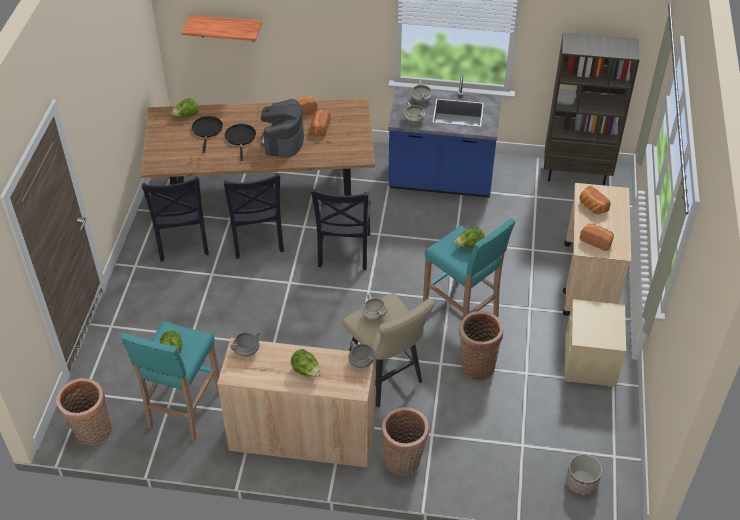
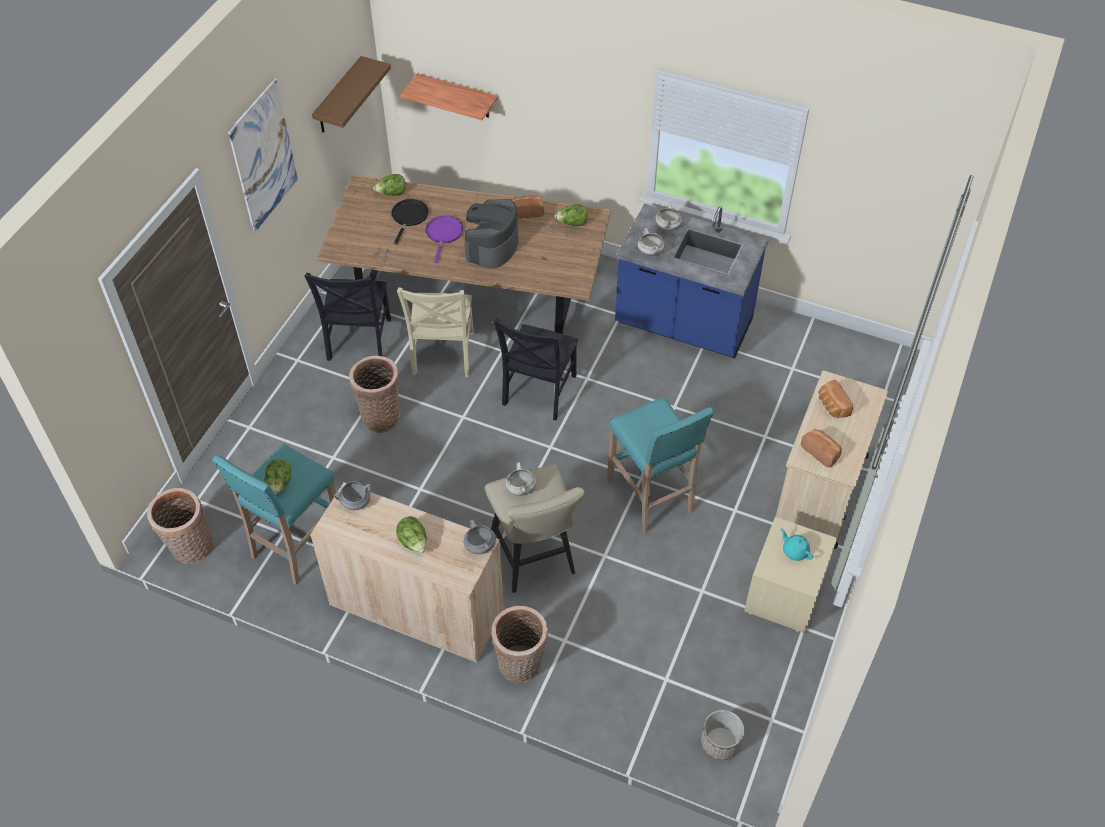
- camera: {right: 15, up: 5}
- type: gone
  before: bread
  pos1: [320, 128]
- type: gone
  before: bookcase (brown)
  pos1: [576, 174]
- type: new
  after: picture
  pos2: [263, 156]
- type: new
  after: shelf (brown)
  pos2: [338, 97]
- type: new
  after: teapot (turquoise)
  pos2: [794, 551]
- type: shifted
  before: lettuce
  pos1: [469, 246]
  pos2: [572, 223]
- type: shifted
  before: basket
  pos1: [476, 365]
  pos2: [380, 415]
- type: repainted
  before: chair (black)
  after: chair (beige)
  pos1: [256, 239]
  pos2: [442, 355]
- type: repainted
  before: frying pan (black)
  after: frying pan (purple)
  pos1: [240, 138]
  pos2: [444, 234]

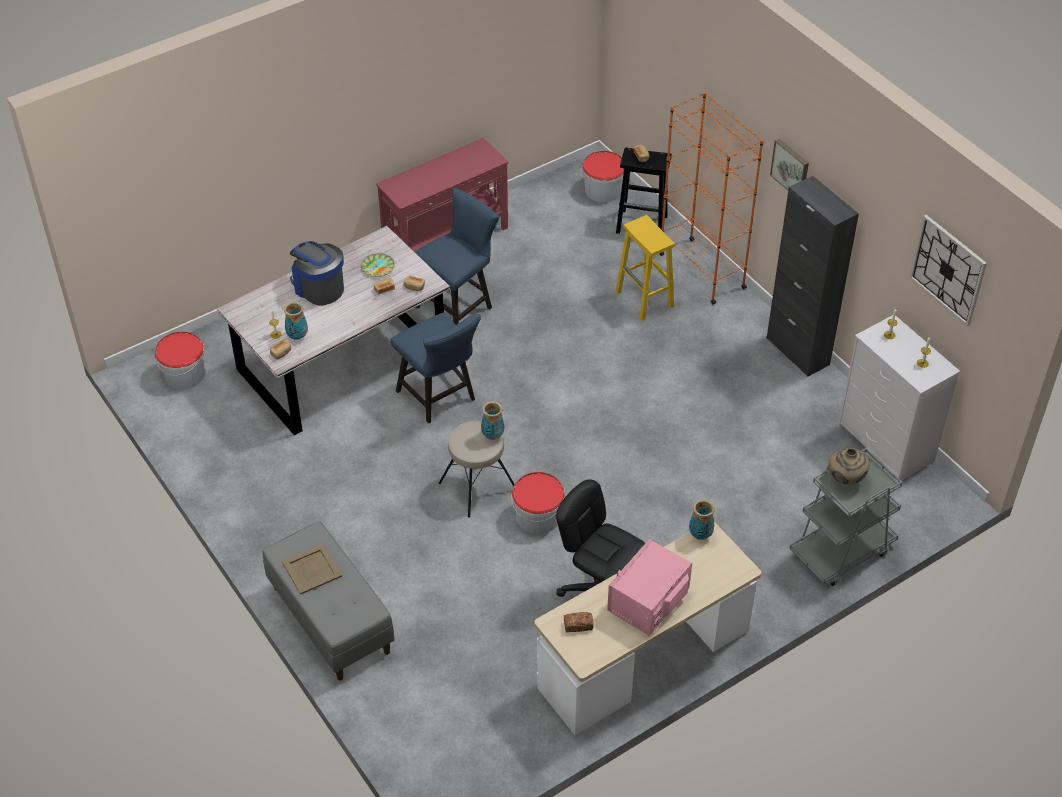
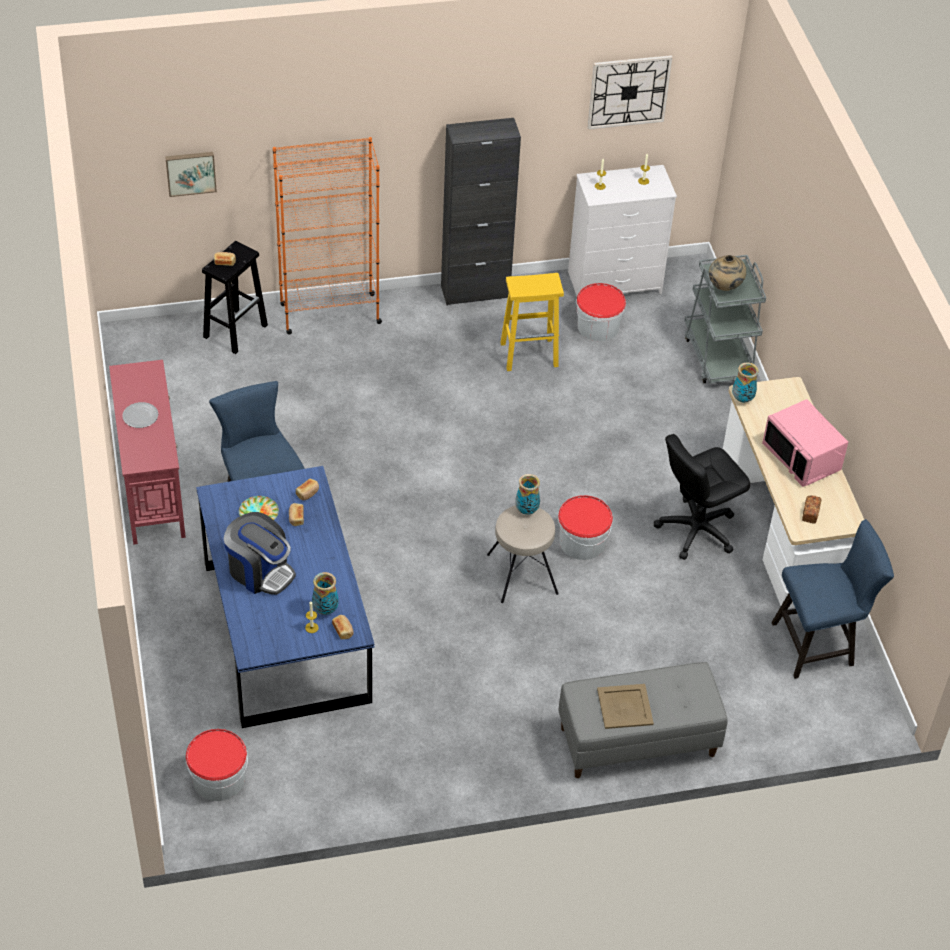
- camera: {right: -70, up: 0}
- type: new
  after: plate
  pos2: [140, 416]
- type: shifted
  before: chair (blue)
  pos1: [439, 398]
  pos2: [819, 644]
- type: shifted
  before: bucket
  pos1: [603, 190]
  pos2: [598, 326]
- type: shifted
  before: stool (yellow)
  pos1: [645, 300]
  pos2: [530, 354]
- type: shifted
  before: picture
  pos1: [791, 168]
  pos2: [190, 172]
- type: repainted
  before: dining table (grey)
  after: dining table (blue)
  pos1: [342, 362]
  pos2: [287, 630]
- type: rotated
  before: coffee machine
  pos1: [318, 288]
  pos2: [260, 571]
  turn: -120

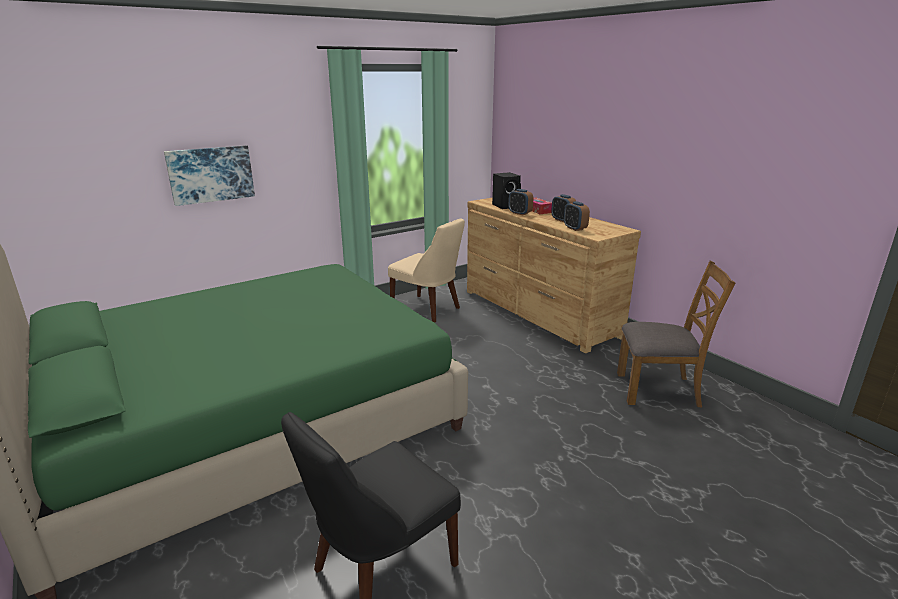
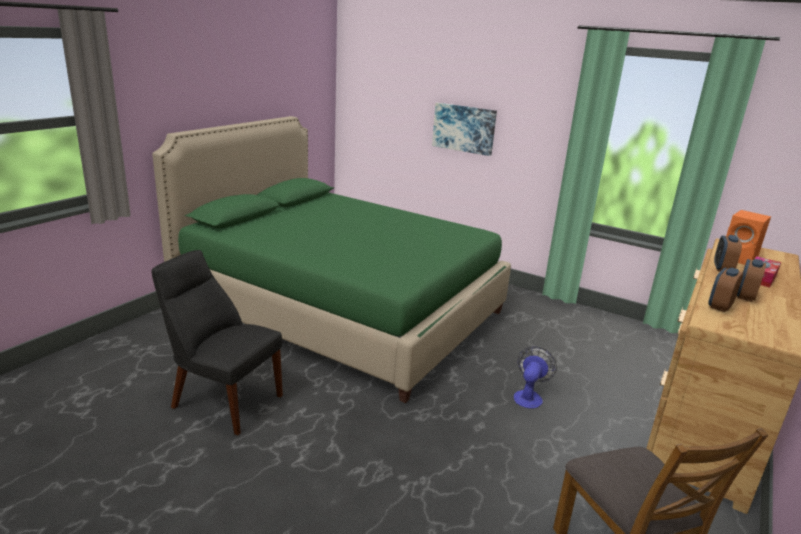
- camera: {right: 65, up: 0}
- type: gone
  before: chair (beige)
  pos1: [428, 309]
- type: new
  after: fan
  pos2: [529, 396]
- type: repainted
  before: speaker (black)
  after: speaker (orange)
  pos1: [506, 206]
  pos2: [740, 259]

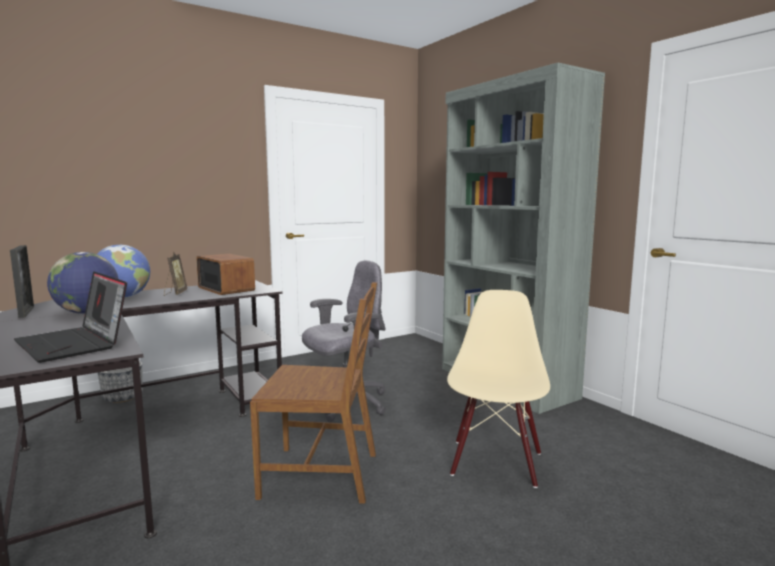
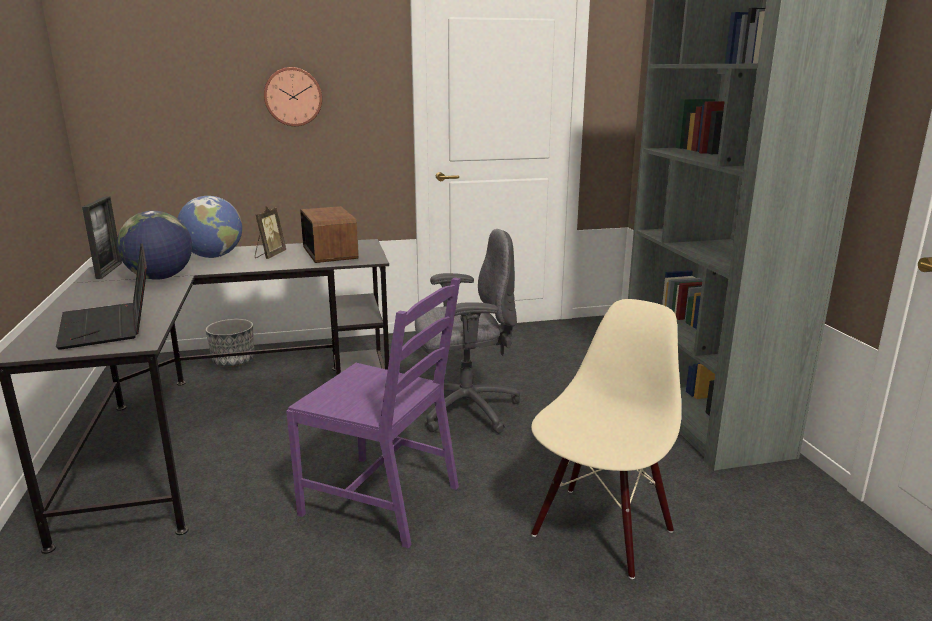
- camera: {right: 20, up: 10}
- type: new
  after: wall clock
  pos2: [293, 96]
- type: repainted
  before: chair (brown)
  after: chair (purple)
  pos1: [321, 474]
  pos2: [383, 499]

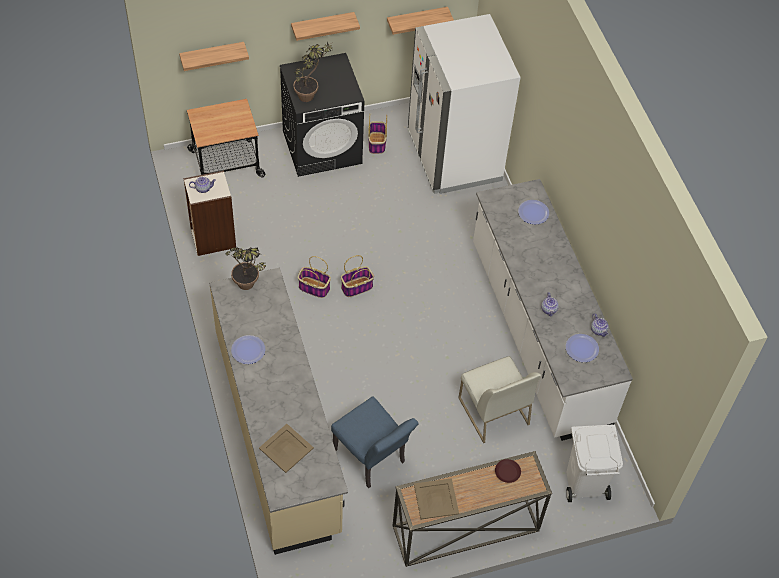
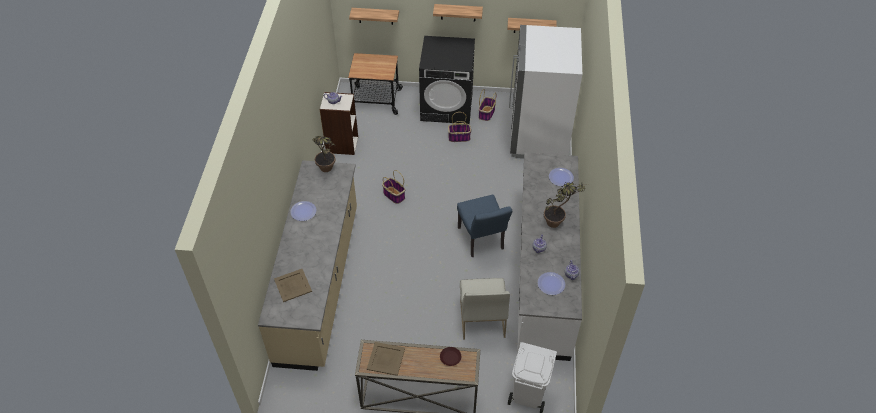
- camera: {right: 25, up: -5}
- type: shifted
  before: potted plant
  pos1: [311, 94]
  pos2: [558, 222]
- type: shifted
  before: chair (blue)
  pos1: [372, 459]
  pos2: [482, 241]
- type: shifted
  before: basket
  pos1: [357, 287]
  pos2: [459, 137]

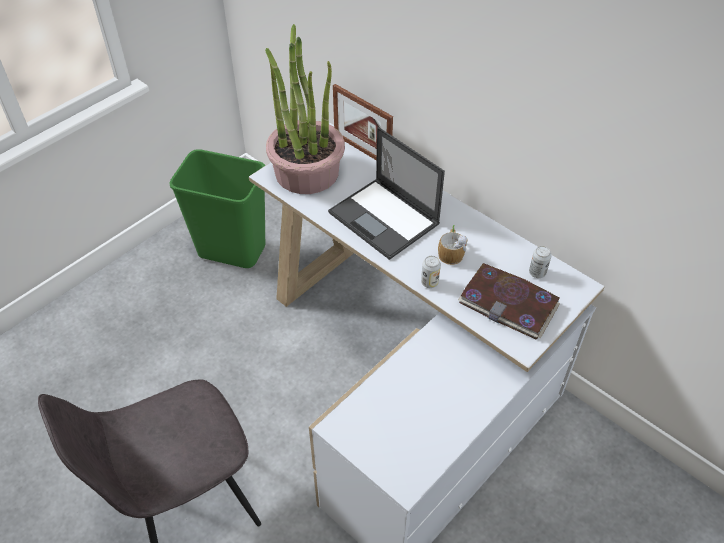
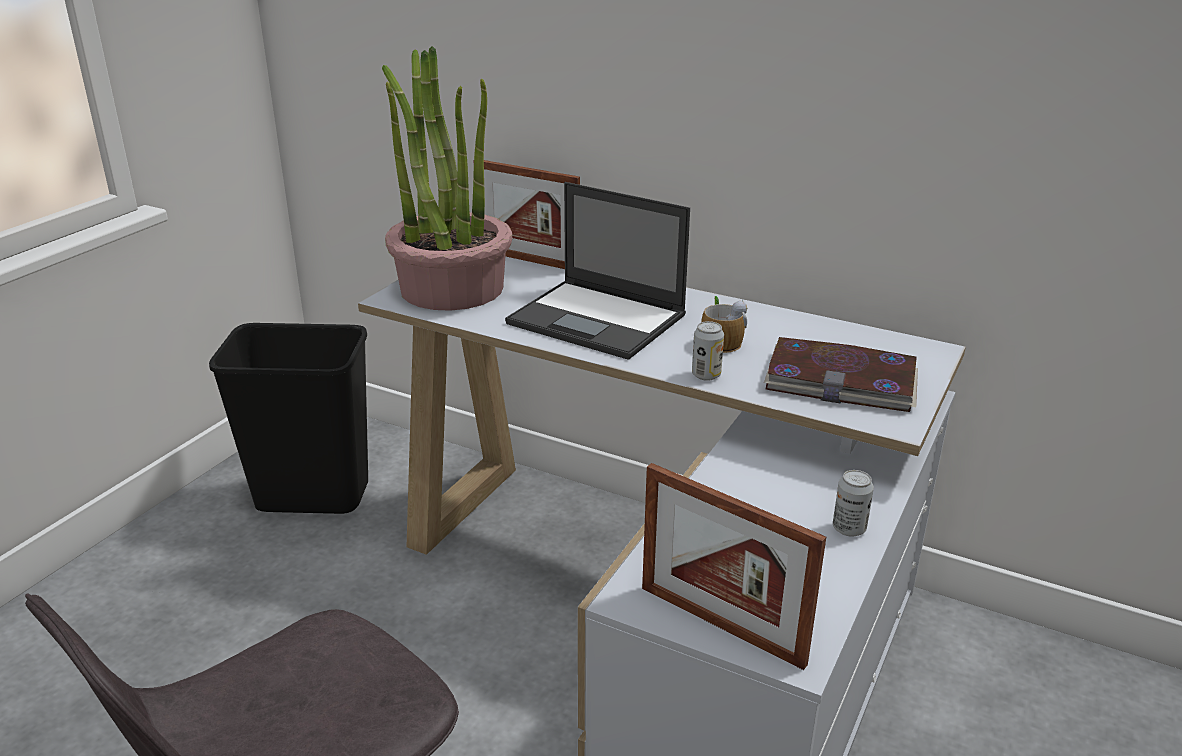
- camera: {right: -15, up: -20}
- type: new
  after: picture frame
  pos2: [721, 625]
- type: shifted
  before: can
  pos1: [537, 273]
  pos2: [849, 528]
- type: repainted
  before: trash can (green)
  after: trash can (black)
  pos1: [233, 250]
  pos2: [315, 495]

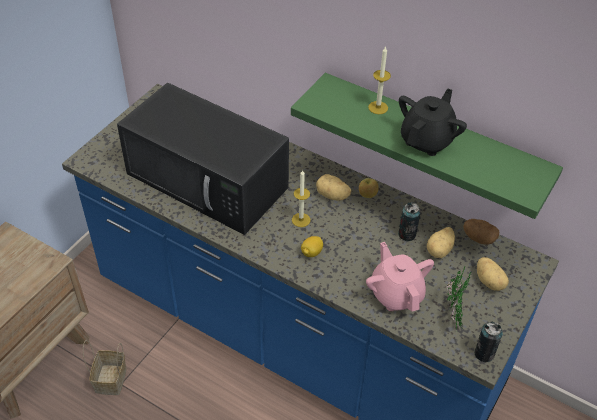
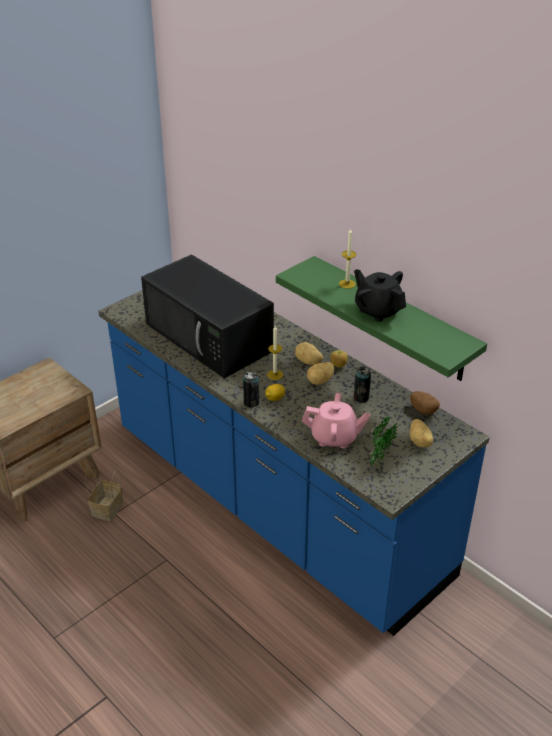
- camera: {right: 15, up: -10}
- type: shifted
  before: potato
  pos1: [440, 250]
  pos2: [320, 381]
- type: shifted
  before: can
  pos1: [484, 353]
  pos2: [251, 403]
- type: rotated
  before: teapot (pink)
  pos1: [396, 294]
  pos2: [334, 437]
  turn: 105
- type: rotated
  before: teapot (black)
  pos1: [427, 140]
  pos2: [378, 310]
  turn: -90

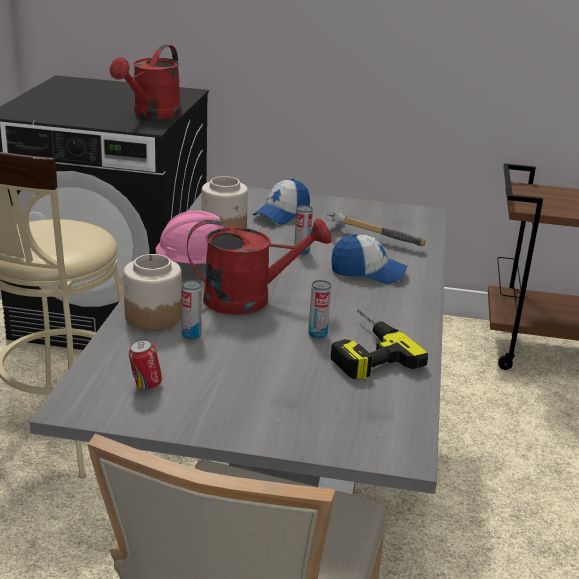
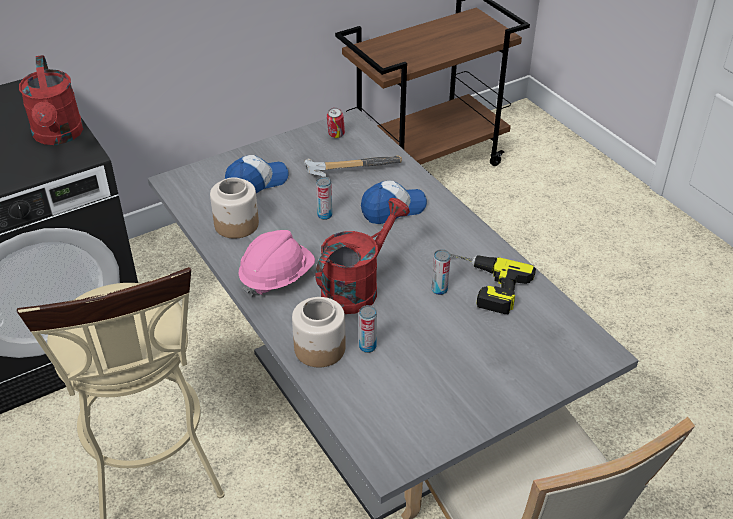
- camera: {right: -40, up: 15}
- type: shifted
  before: can
  pos1: [146, 386]
  pos2: [336, 136]
- type: rotated
  before: cap
  pos1: [282, 214]
  pos2: [256, 182]
  turn: -120

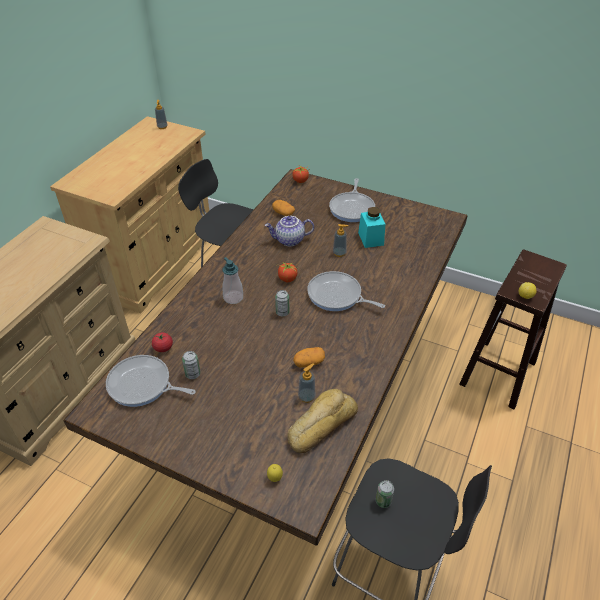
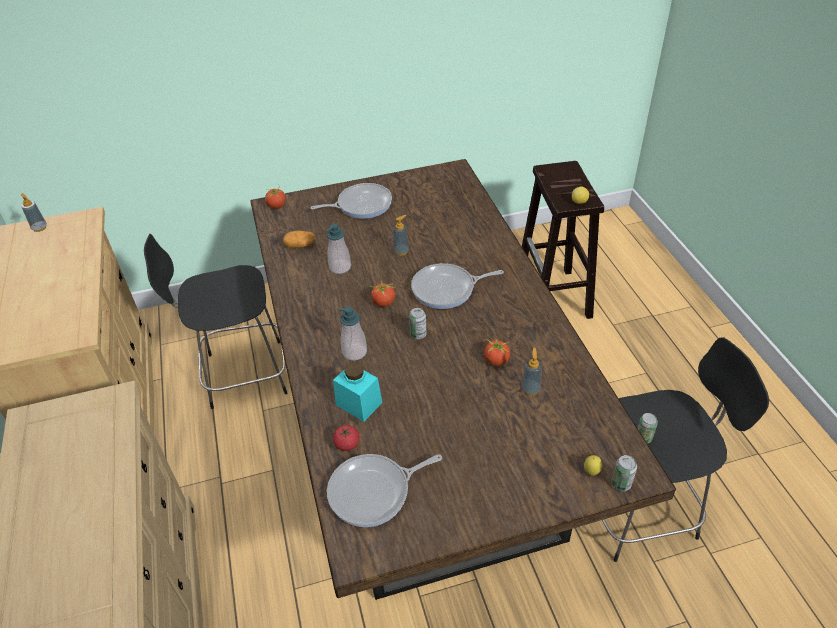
- camera: {right: -40, up: 0}
- type: gone
  before: bread
  pos1: [320, 424]
- type: shifted
  before: can
  pos1: [193, 374]
  pos2: [621, 484]
- type: shifted
  before: jar (turquoise)
  pos1: [370, 239]
  pos2: [359, 403]
- type: swapped
  before: teapot
  after: soap dispenser
  pos1: [289, 240]
  pos2: [340, 267]
- type: swapped
  before: potato
  after: tomato
  pos1: [309, 362]
  pos2: [496, 360]
- type: rotated
  before: frying pan
  pos1: [352, 208]
  pos2: [361, 205]
  turn: -75

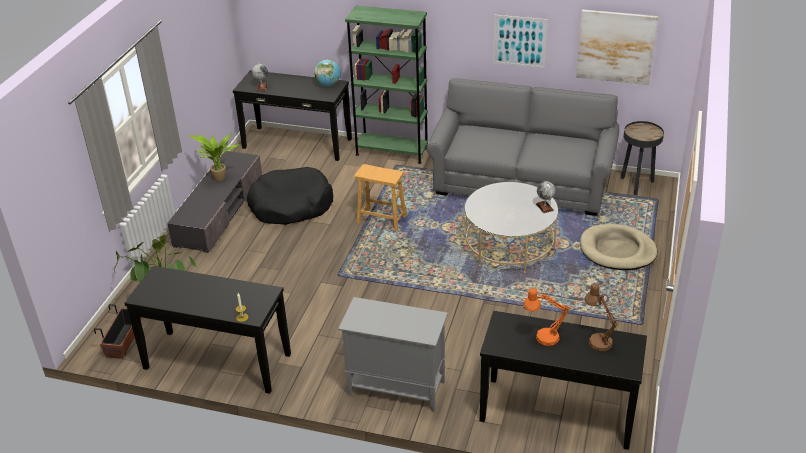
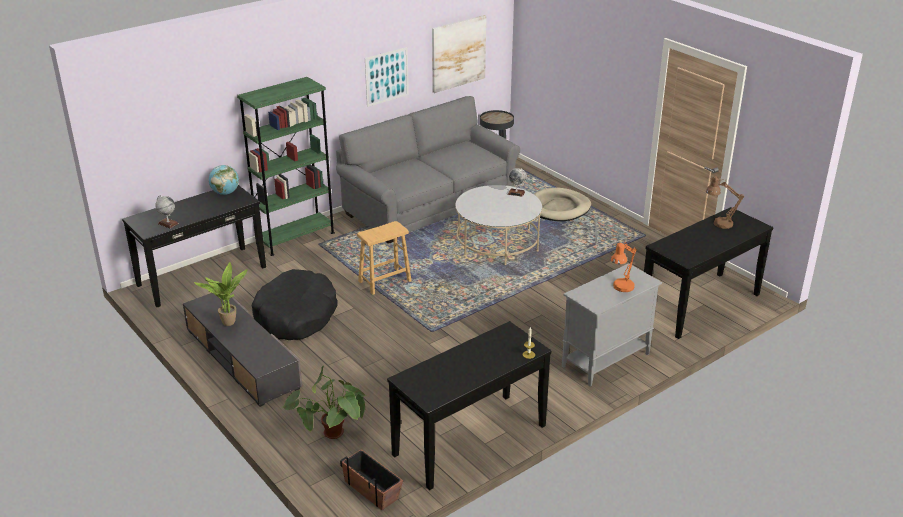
- camera: {right: -55, up: -5}
- type: shifted
  before: table lamp (orange)
  pos1: [542, 338]
  pos2: [621, 288]

